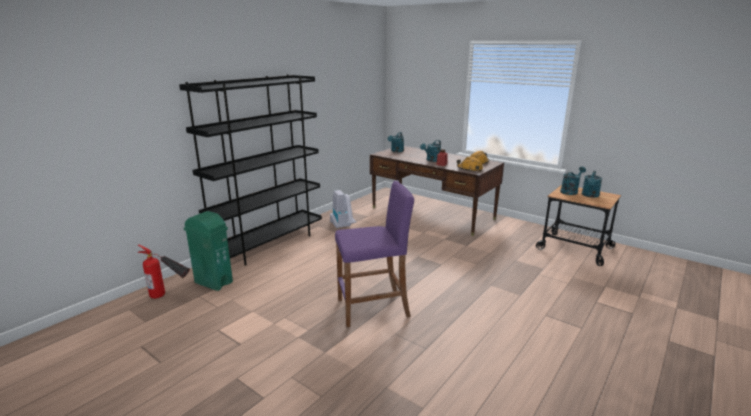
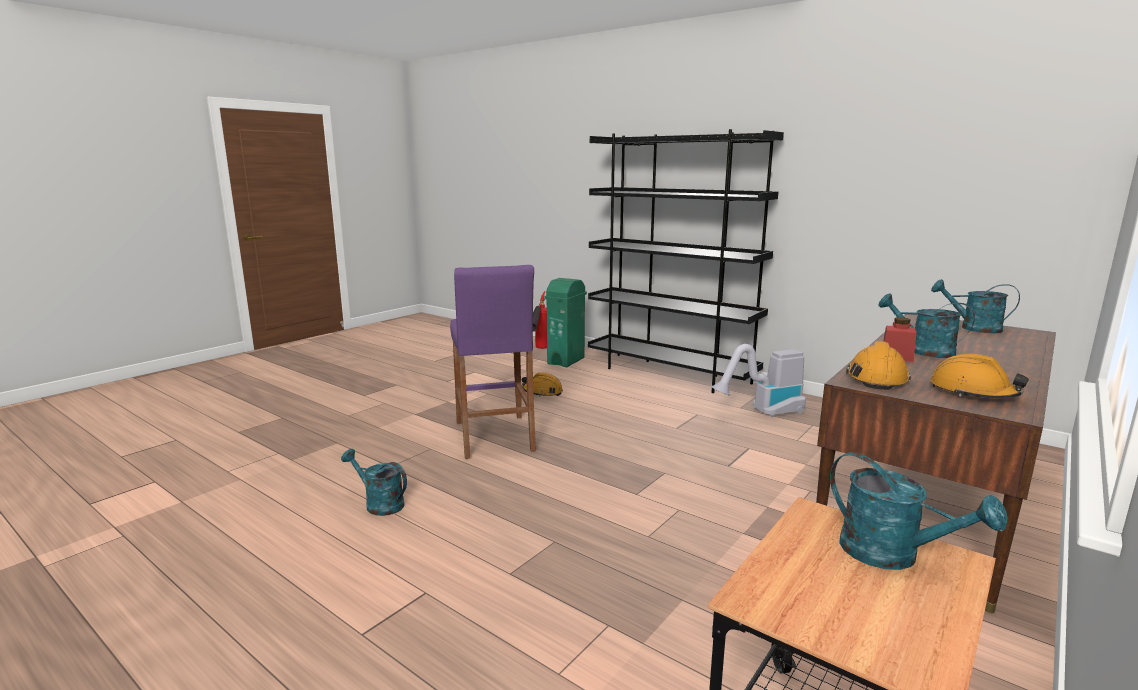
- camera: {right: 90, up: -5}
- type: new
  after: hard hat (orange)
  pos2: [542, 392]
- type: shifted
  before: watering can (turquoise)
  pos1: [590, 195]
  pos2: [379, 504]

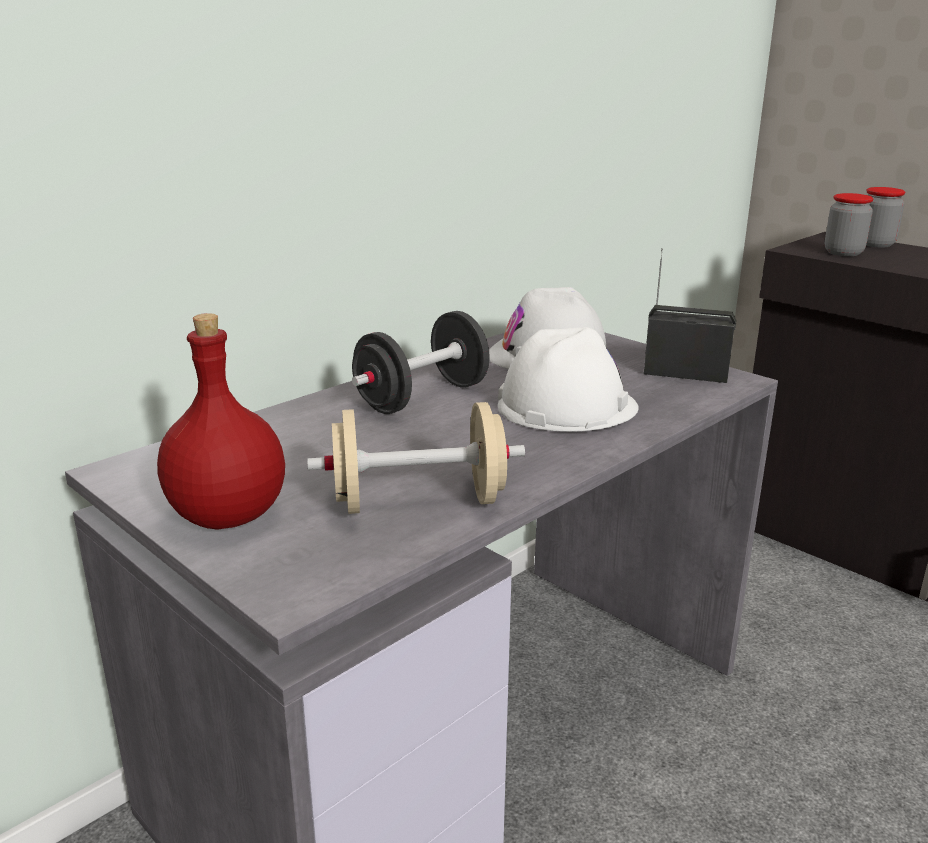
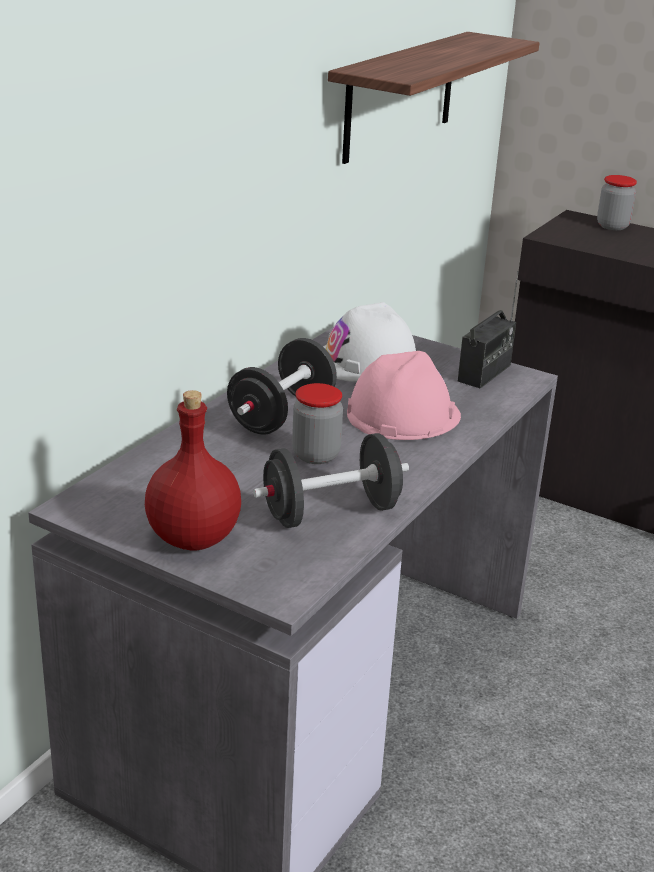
- camera: {right: -15, up: 5}
- type: new
  after: shelf
  pos2: [400, 95]
- type: shifted
  before: jar
  pos1: [843, 253]
  pos2: [316, 455]
- type: repainted
  before: dumbbell (beige)
  after: dumbbell (black)
  pos1: [418, 502]
  pos2: [330, 512]
- type: repainted
  before: hard hat (white)
  after: hard hat (pink)
  pos1: [566, 406]
  pos2: [403, 414]
- type: rotated
  before: radio
  pos1: [686, 373]
  pos2: [484, 373]
  turn: 120

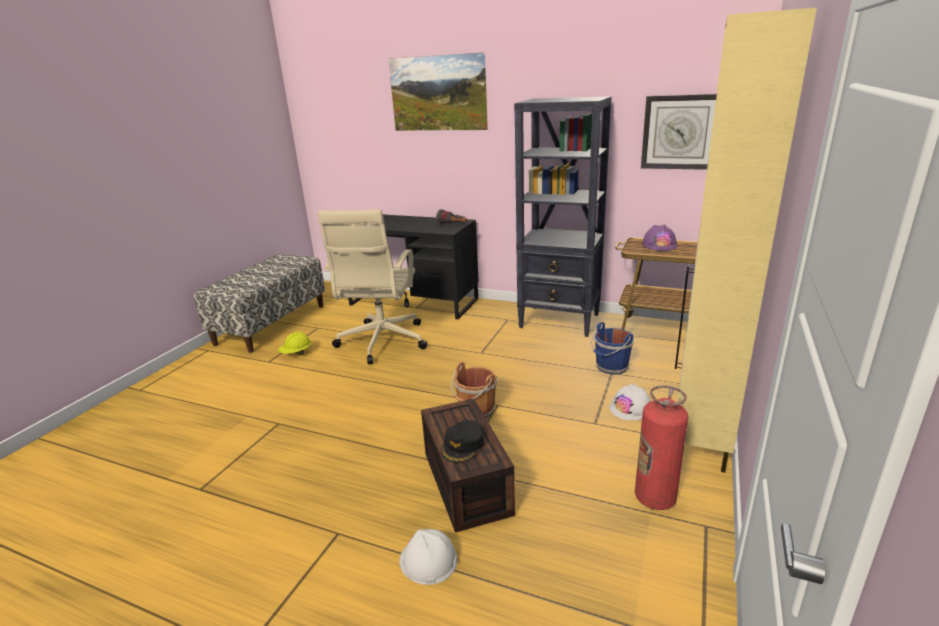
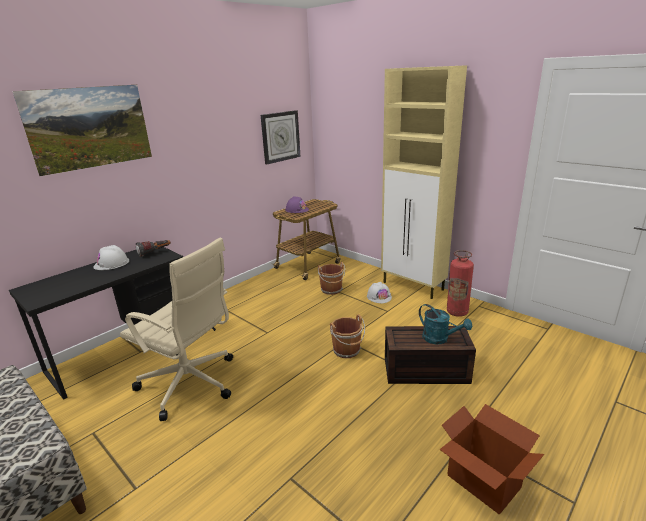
- camera: {right: -70, up: 0}
- type: gone
  before: hard hat (yellow)
  pos1: [297, 354]
- type: gone
  before: bookcase (black)
  pos1: [560, 321]
- type: new
  after: cardboard box
  pos2: [483, 482]
- type: shifted
  before: hard hat (white)
  pos1: [428, 560]
  pos2: [111, 263]
- type: swapped
  before: cap (black)
  after: watering can (turquoise)
  pos1: [463, 445]
  pos2: [440, 339]
- type: repainted
  before: bucket (blue)
  after: bucket (brown)
  pos1: [611, 367]
  pos2: [332, 290]

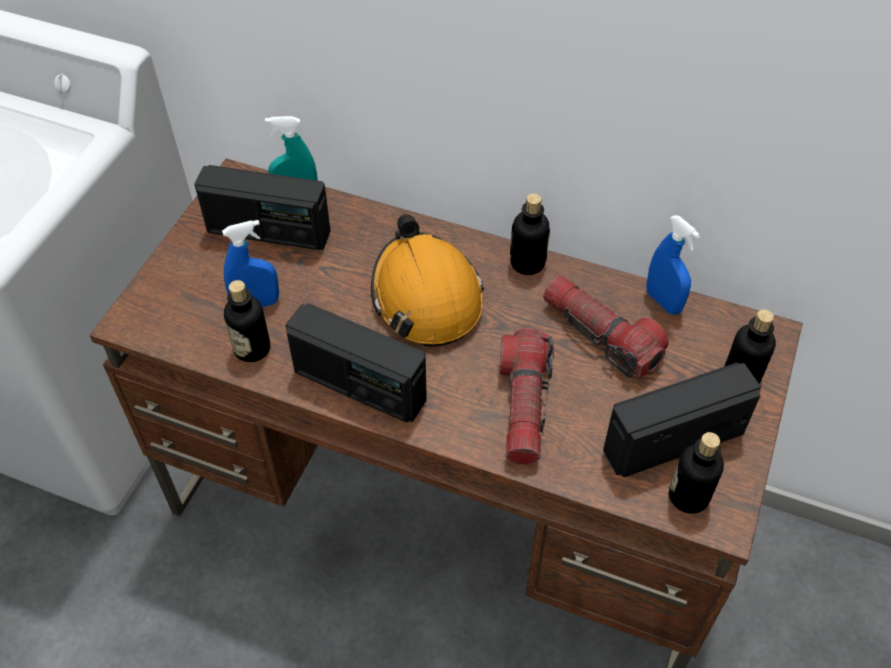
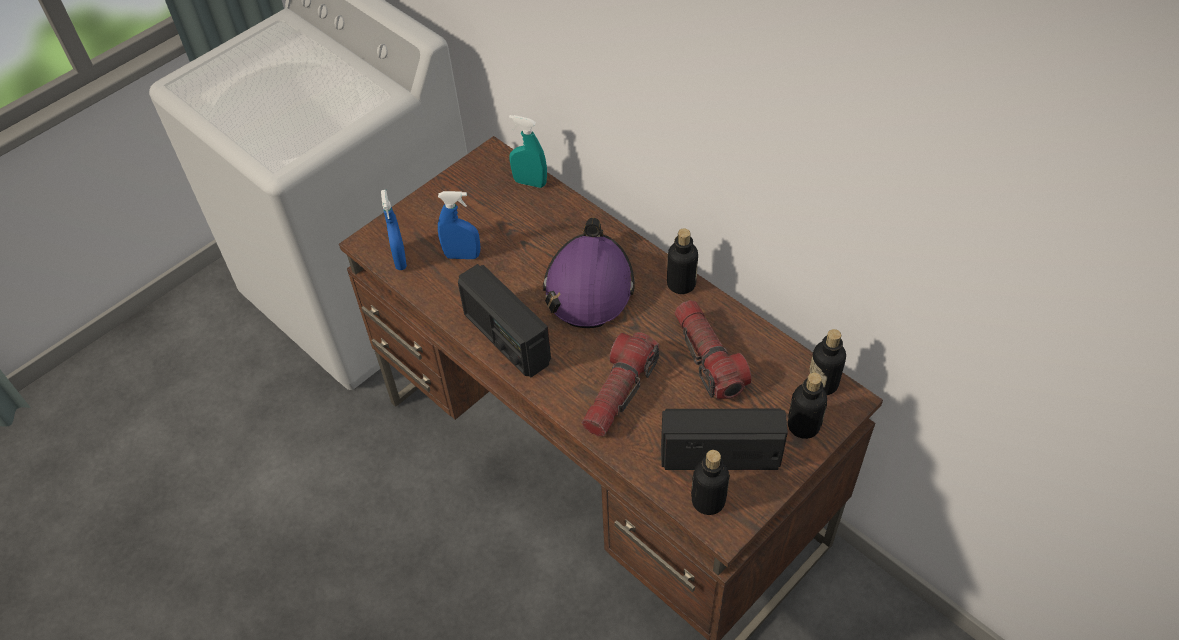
- camera: {right: 25, up: 0}
- type: gone
  before: radio
  pos1: [268, 232]
- type: shifted
  before: bottle
  pos1: [252, 348]
  pos2: [822, 383]
- type: shifted
  before: spray bottle (blue)
  pos1: [663, 302]
  pos2: [400, 259]
- type: repainted
  before: hard hat (orange)
  after: hard hat (purple)
  pos1: [426, 296]
  pos2: [589, 287]

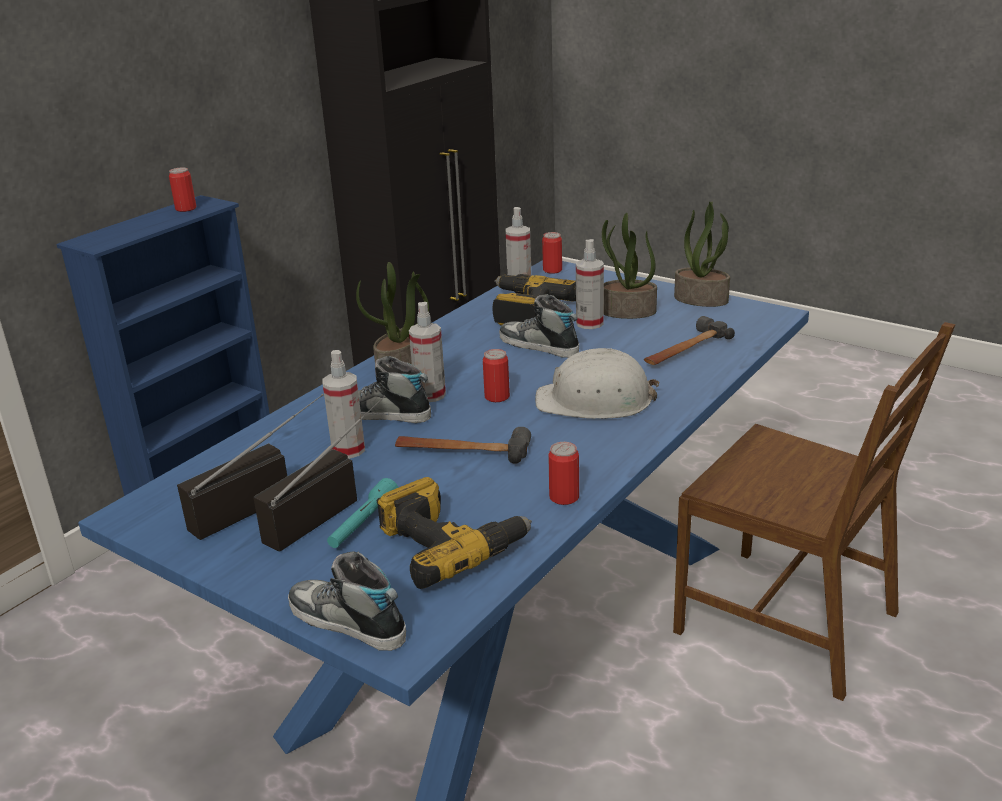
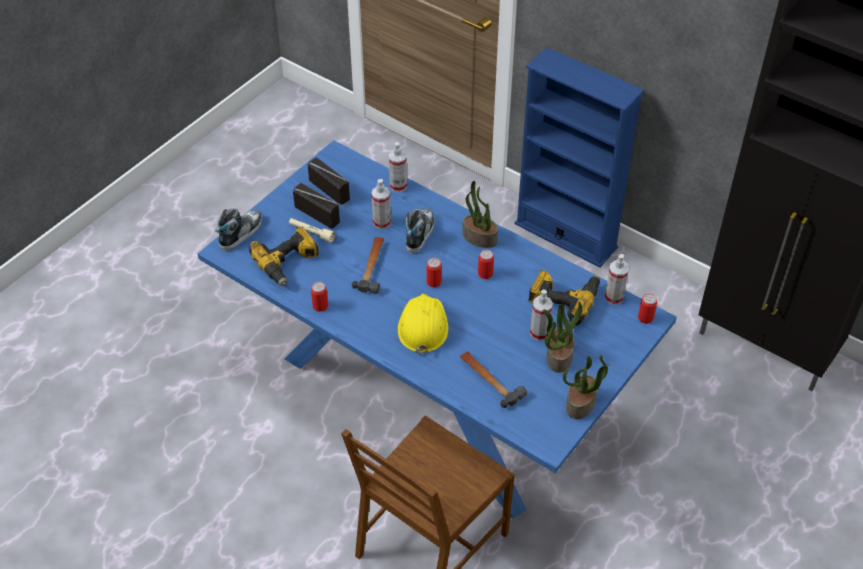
- camera: {right: 90, up: 20}
- type: gone
  before: shoe
  pos1: [539, 346]
- type: shifted
  before: can
  pos1: [186, 208]
  pos2: [485, 274]
- type: shifted
  before: spray bottle
  pos1: [430, 395]
  pos2: [398, 186]
- type: repainted
  before: flashlight (turquoise)
  after: flashlight (beige)
  pos1: [363, 524]
  pos2: [311, 233]
- type: repainted
  before: hard hat (white)
  after: hard hat (yellow)
  pos1: [595, 401]
  pos2: [422, 326]

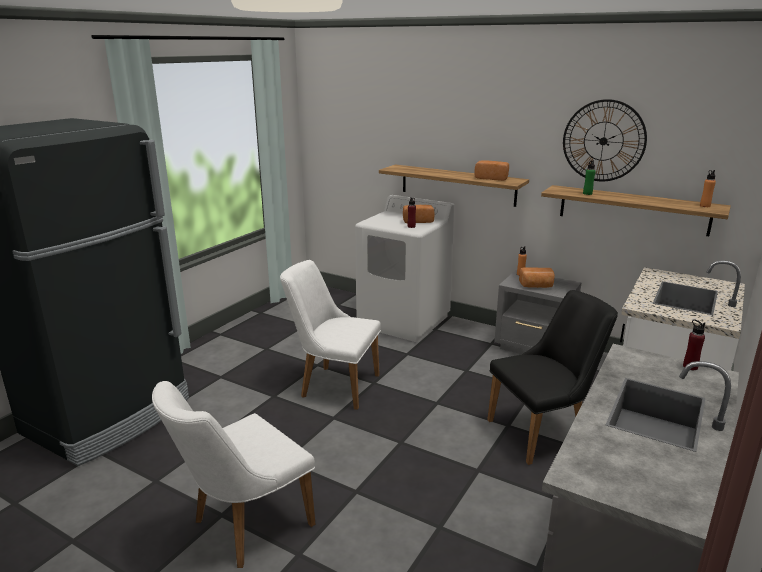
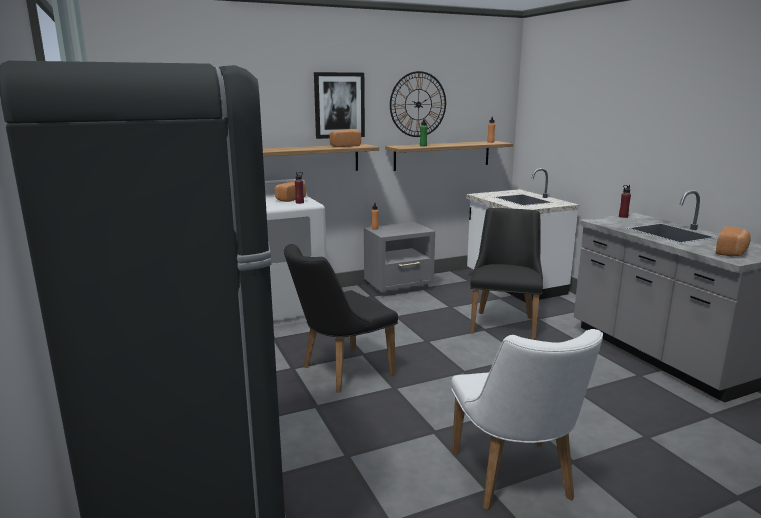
- camera: {right: -55, up: -5}
- type: new
  after: picture
  pos2: [339, 105]
- type: shifted
  before: bread
  pos1: [536, 286]
  pos2: [732, 252]
- type: repainted
  before: chair (white)
  after: chair (black)
  pos1: [333, 385]
  pos2: [340, 371]

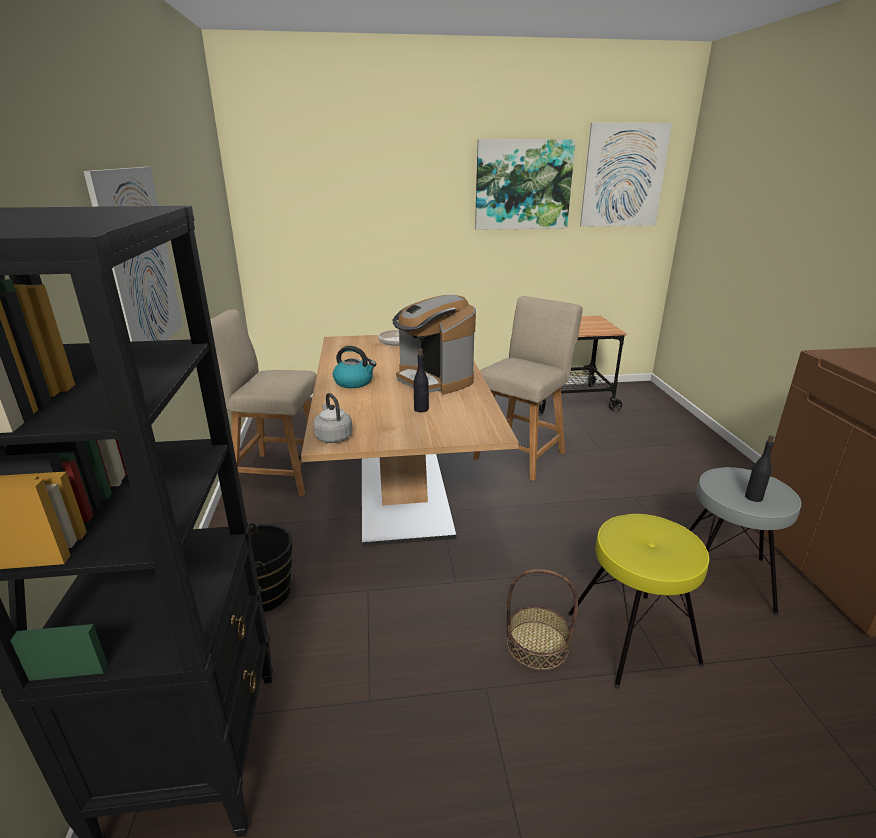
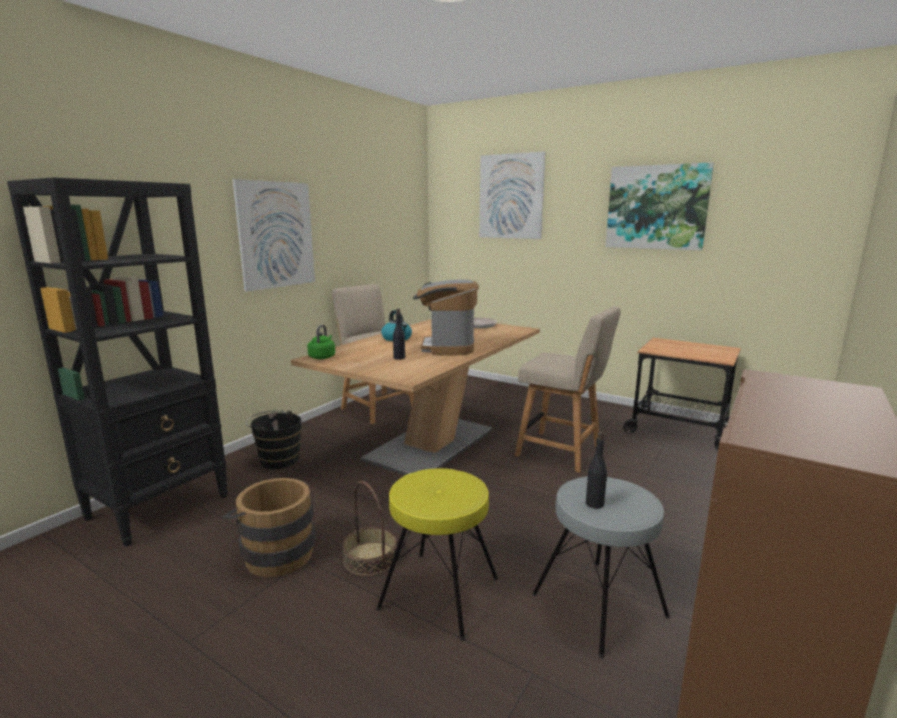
- camera: {right: 40, up: -10}
- type: new
  after: bucket (brown)
  pos2: [275, 552]
- type: shifted
  before: picture
  pos1: [624, 176]
  pos2: [511, 196]
- type: repainted
  before: kettle (grey)
  after: kettle (green)
  pos1: [333, 437]
  pos2: [322, 357]
- type: rotated
  before: chair (beige)
  pos1: [521, 453]
  pos2: [562, 452]
  turn: 45

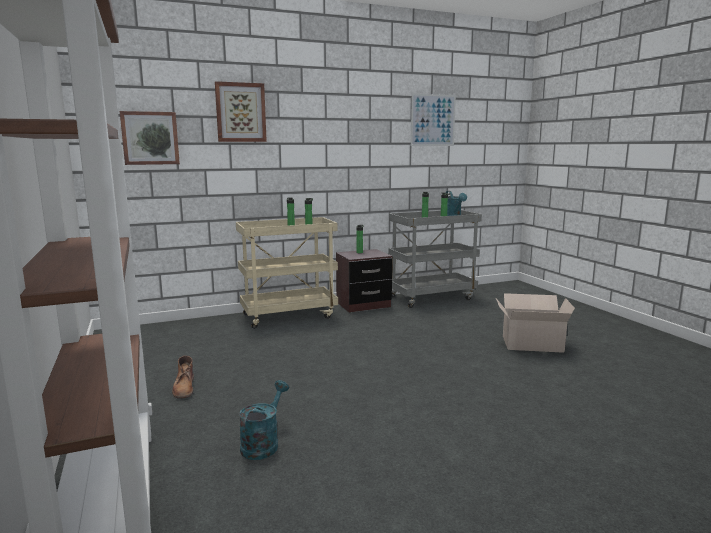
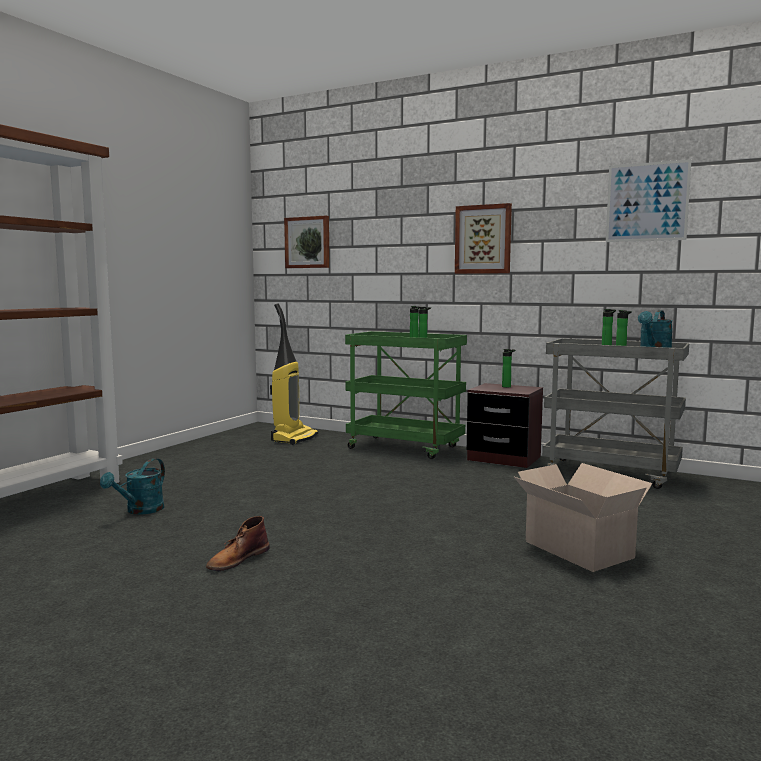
- camera: {right: 50, up: -5}
- type: new
  after: vacuum cleaner
  pos2: [294, 438]
- type: shifted
  before: boot (brown)
  pos1: [184, 388]
  pos2: [237, 559]
- type: shifted
  before: picture
  pos1: [240, 112]
  pos2: [483, 239]
- type: repainted
  before: cart (beige)
  after: cart (green)
  pos1: [289, 315]
  pos2: [406, 448]
- type: rotated
  before: watering can (turquoise)
  pos1: [263, 444]
  pos2: [140, 511]
  turn: 135

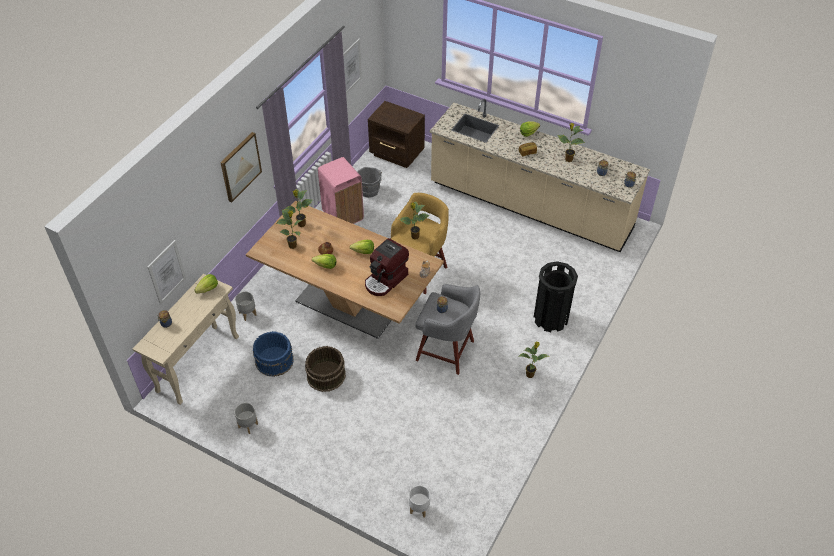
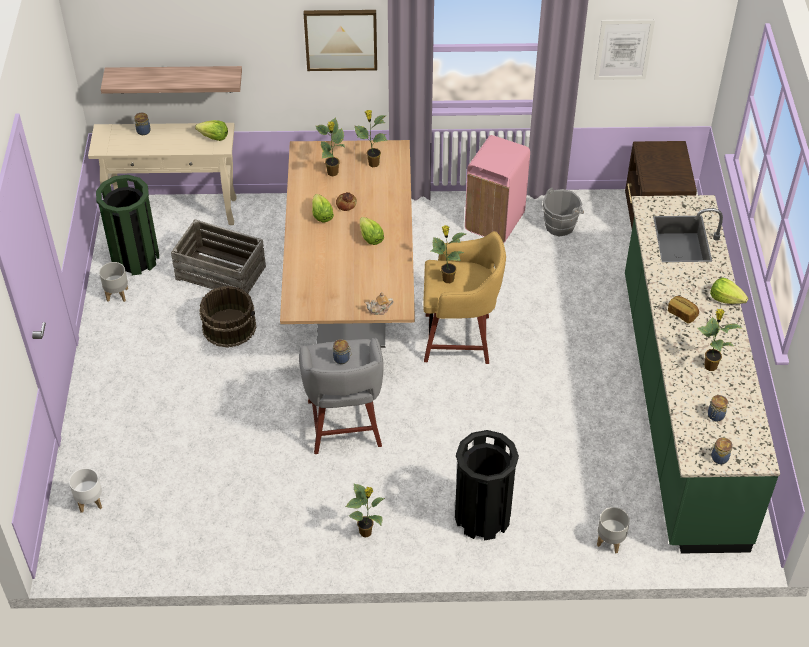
- camera: {right: 60, up: 0}
- type: gone
  before: coffee machine
  pos1: [386, 280]
- type: new
  after: trash can (green)
  pos2: [135, 258]
- type: shifted
  before: planter (grey)
  pos1: [248, 314]
  pos2: [610, 542]
- type: swapped
  before: picture
  after: shelf
  pos1: [166, 272]
  pos2: [175, 79]
- type: swapped
  before: bucket (blue)
  after: crate
  pos1: [275, 360]
  pos2: [221, 272]
- type: repainted
  before: counter (beige)
  after: counter (green)
  pos1: [530, 207]
  pos2: [679, 407]

